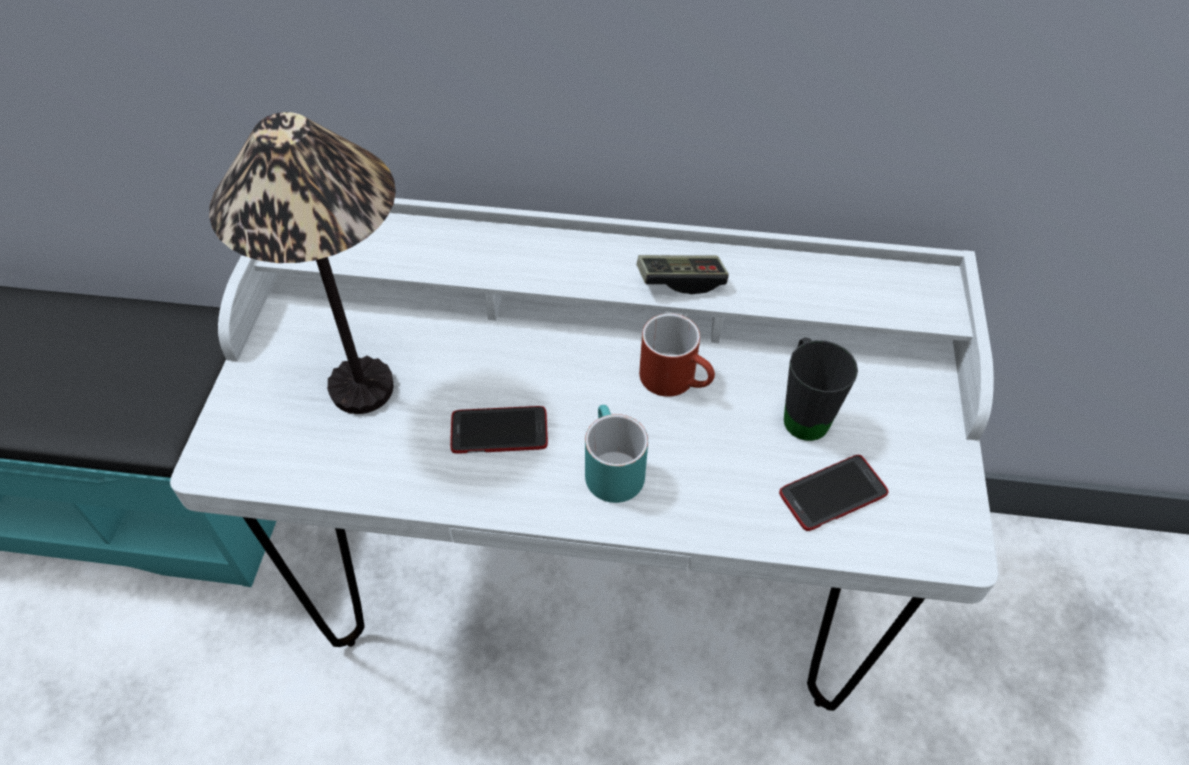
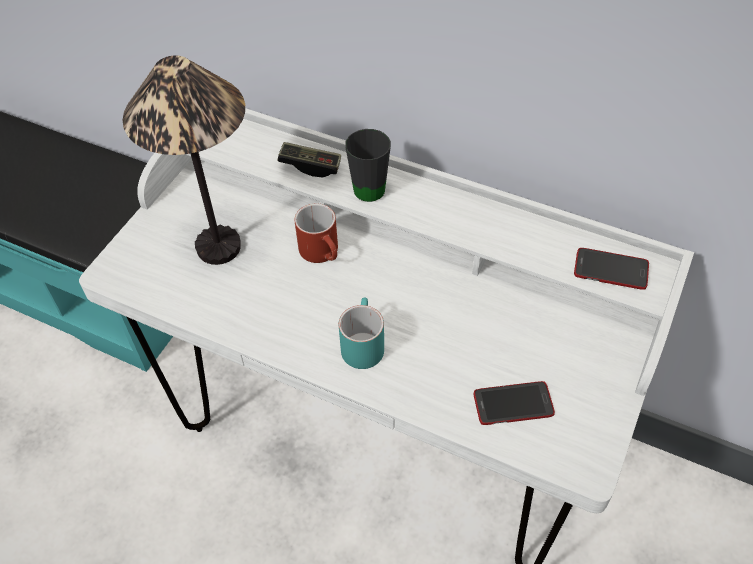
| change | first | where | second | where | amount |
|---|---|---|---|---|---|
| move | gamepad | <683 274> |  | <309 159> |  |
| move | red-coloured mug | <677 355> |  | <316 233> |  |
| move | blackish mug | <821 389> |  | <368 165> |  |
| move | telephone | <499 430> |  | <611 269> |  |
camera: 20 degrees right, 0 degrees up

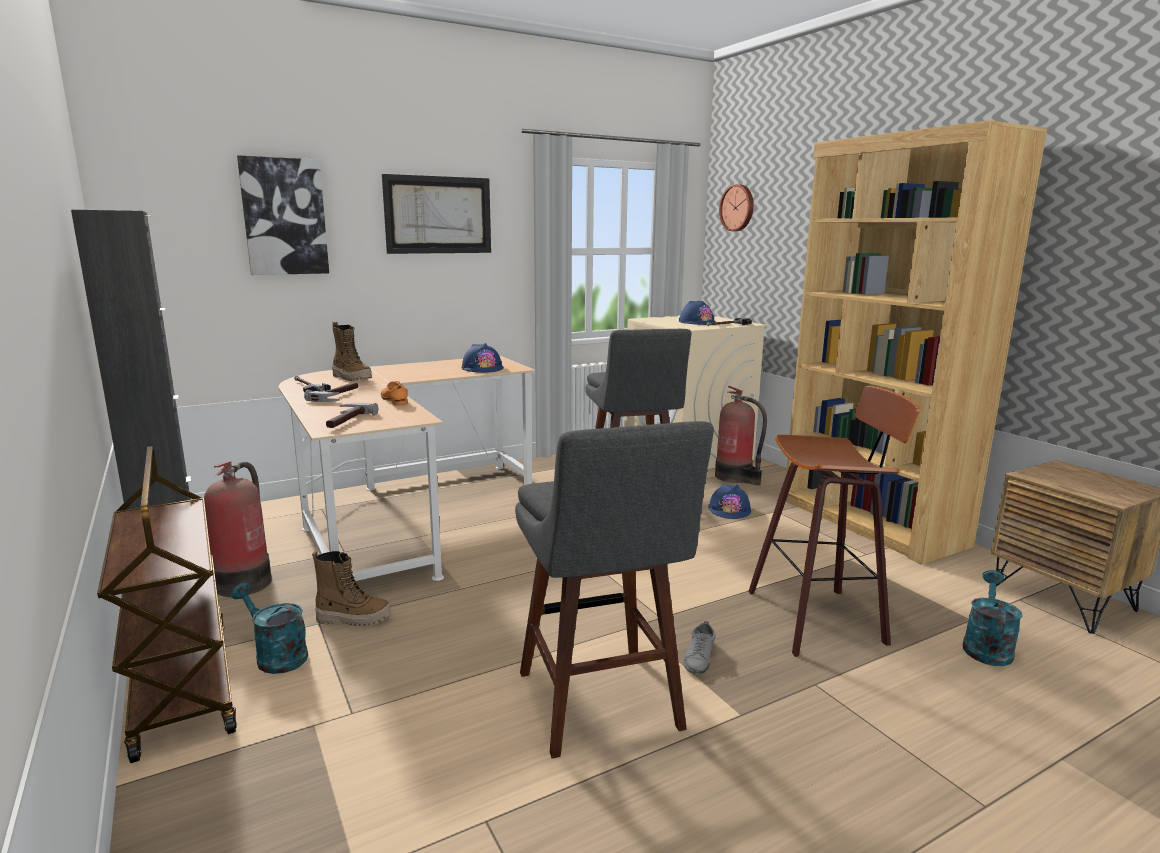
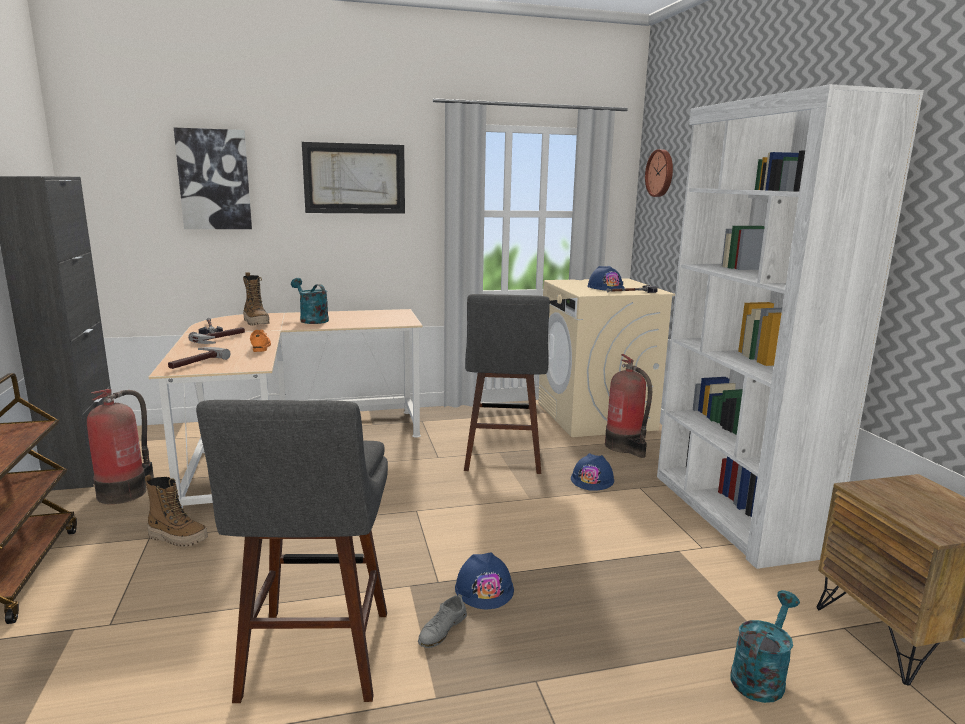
| change | first | where | second | where | amount |
|---|---|---|---|---|---|
| recolor | brown-coloured shelving unit | <916 342> | whitish shelving unit | <790 326> |  |
| move | bluish hard hat | <483 358> |  | <484 581> |  |
| delete | stool seat | <834 521> |  |  |  |
| move | turquoise sprinkling can | <269 628> |  | <310 301> |  |
camera: 15 degrees right, 0 degrees up

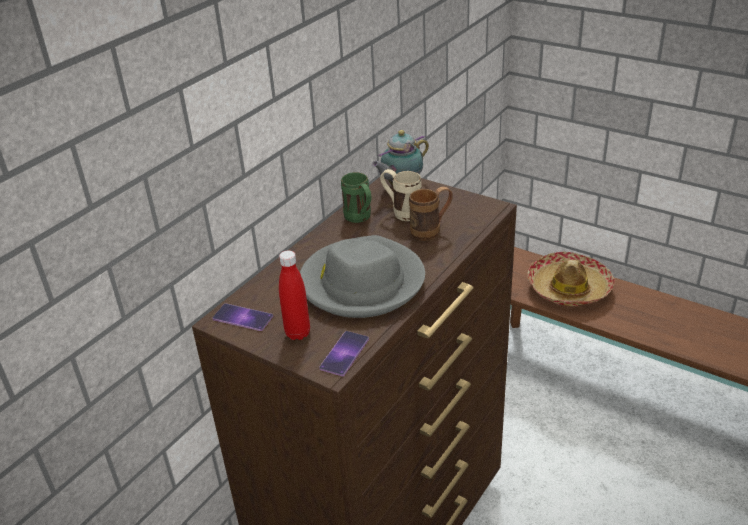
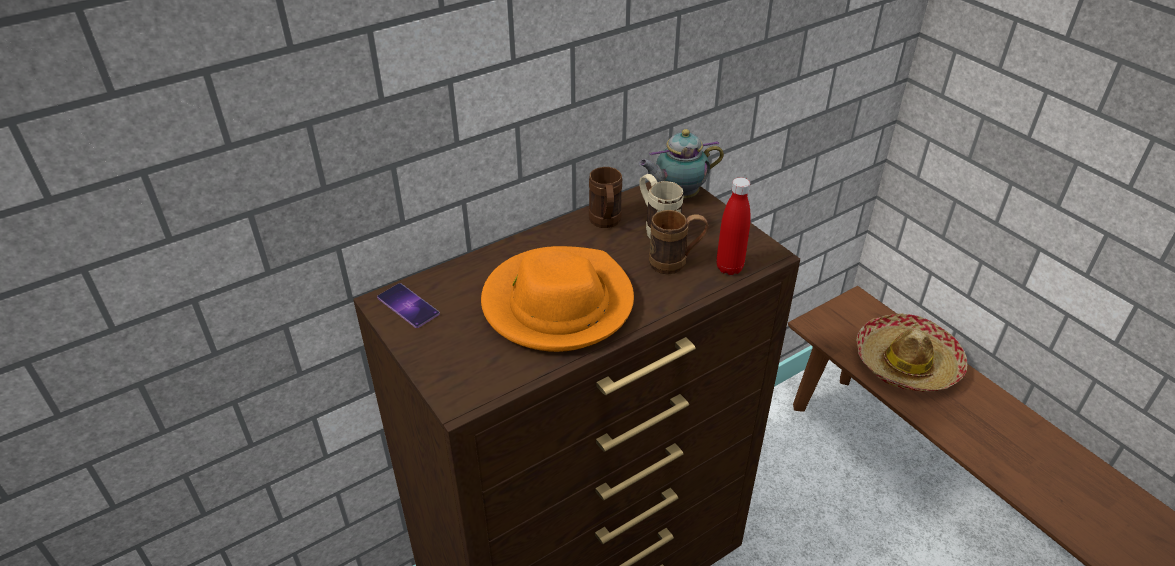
| change | first | where | second | where | amount |
|---|---|---|---|---|---|
| recolor | green mug | <356 197> | brown-coloured mug | <605 197> |  |
| recolor | greyish hat | <362 276> | orange hat | <557 299> |  |
| move | red-coloured beverage bottle | <294 295> |  | <733 226> |  |
| delete | telephone | <344 353> |  |  |  |
camera: 20 degrees right, 5 degrees up

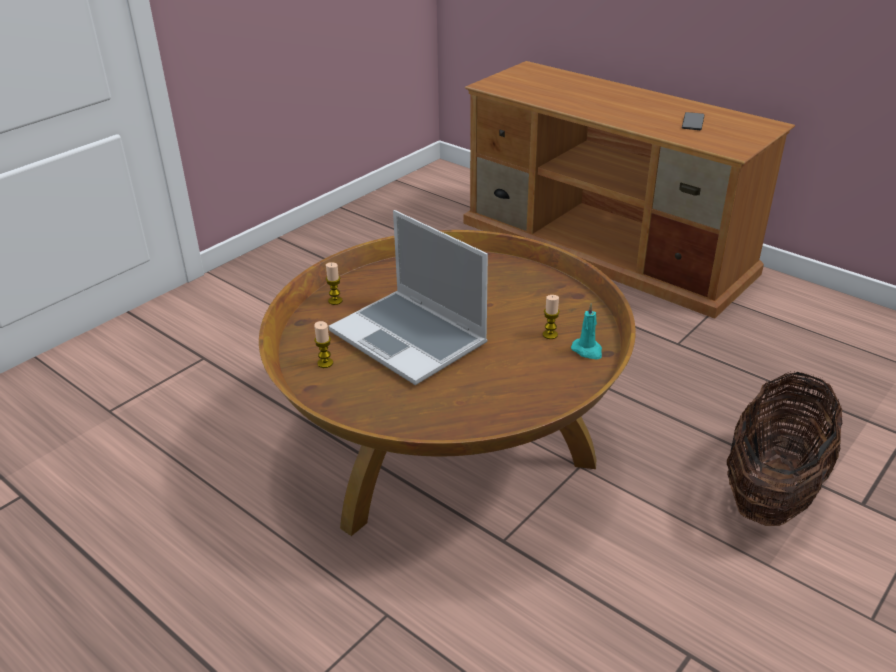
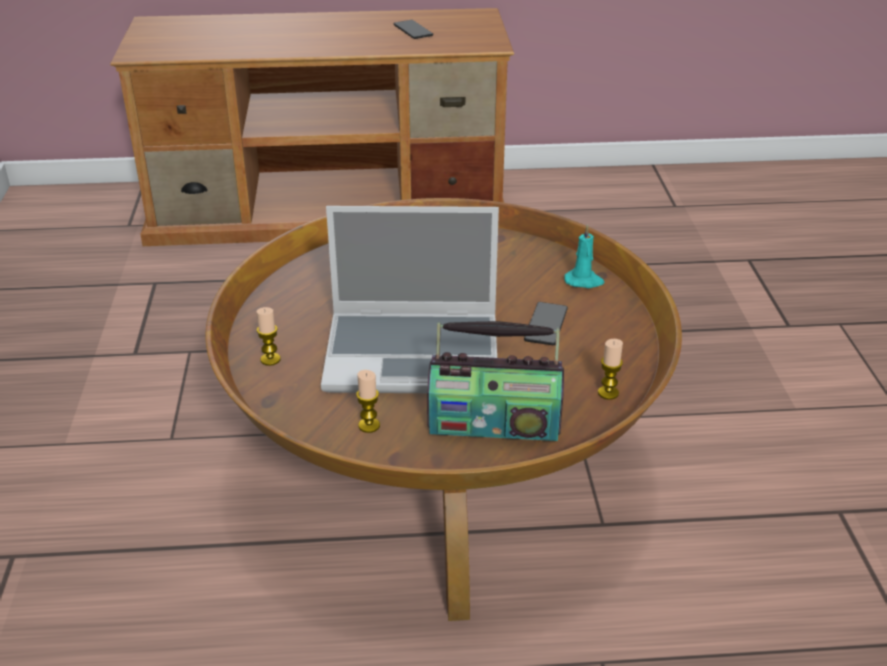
| change | first | where | second | where | amount |
|---|---|---|---|---|---|
| move | candle | <551 317> |  | <610 369> |  |
| delete | basket | <785 449> |  |  |  |
| insert |  |  | telephone | <546 323> |  |
| insert |  |  | radio | <495 381> |  |
camera: 45 degrees left, 0 degrees up

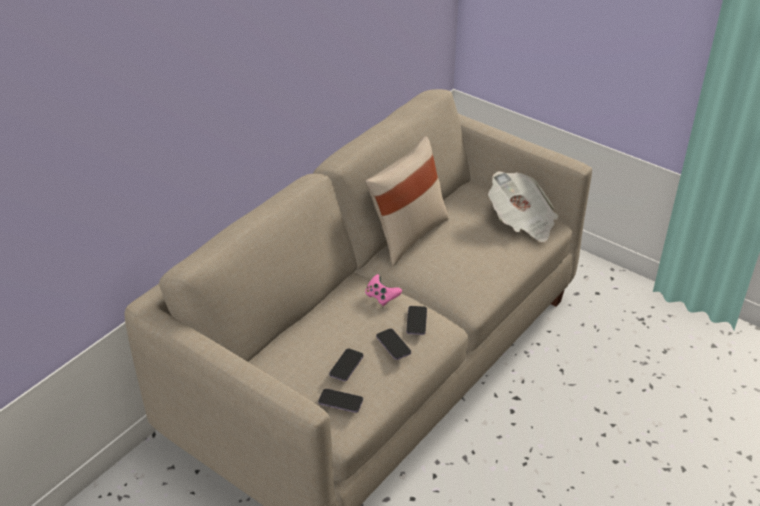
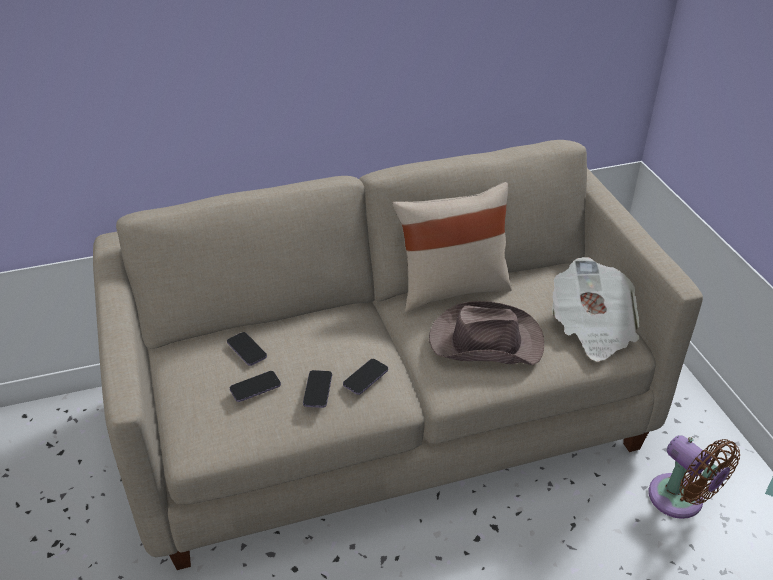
| change | first | where | second | where | amount |
|---|---|---|---|---|---|
| delete | pinkish gamepad | <383 290> |  |  |  |
| move | telephone | <340 401> |  | <247 349> |  |
| insert |  |  | brown-coloured hat | <486 333> |  |
| insert |  |  | brown-coloured fan | <694 477> |  |
camera: 35 degrees right, 0 degrees up

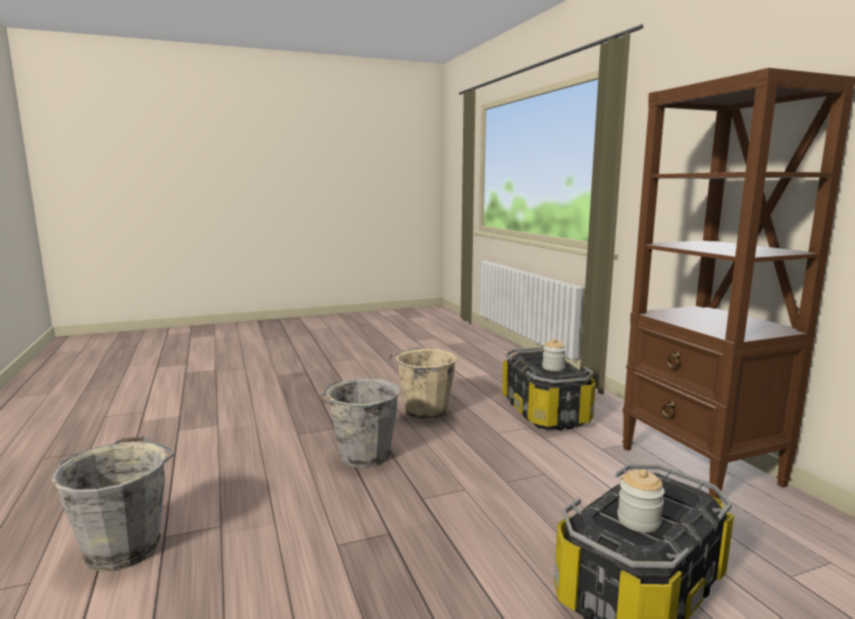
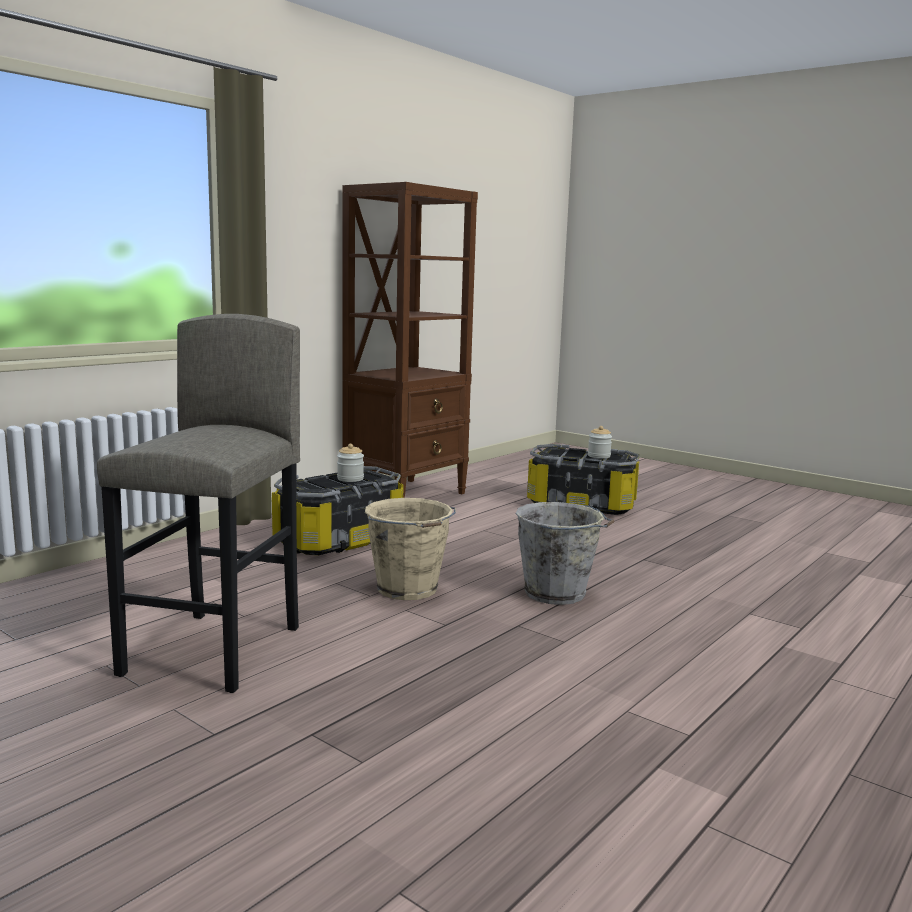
| change | first | where | second | where | amount |
|---|---|---|---|---|---|
| delete | greyish water bucket | <112 504> |  |  |  |
| insert |  |  | greyish stool seat | <198 503> |  |
camera: 120 degrees left, 0 degrees up

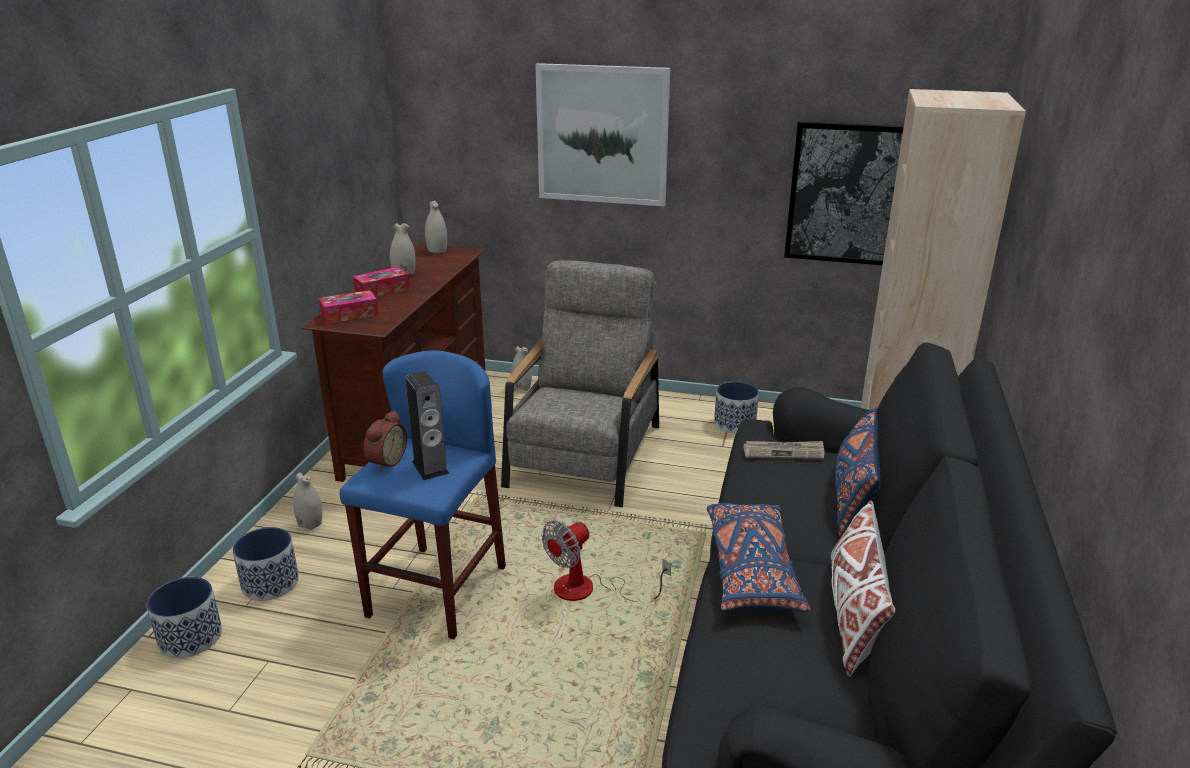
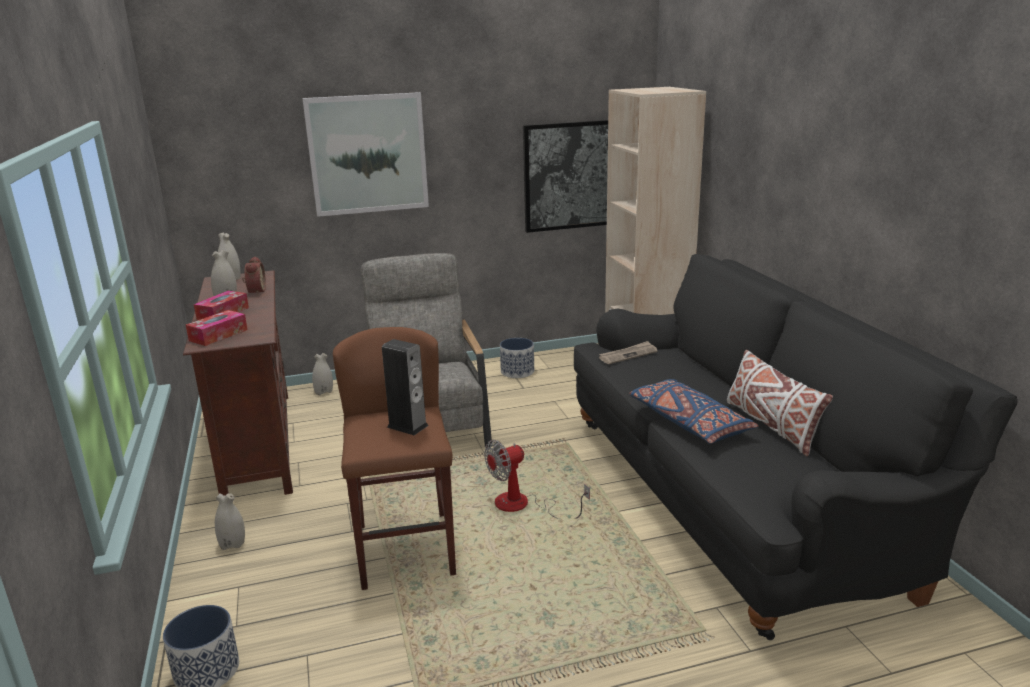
| change | first | where | second | where | amount |
|---|---|---|---|---|---|
| recolor | bluish stool seat | <423 494> | brown-coloured stool seat | <394 458> |  |
| delete | bluish throw pillow | <857 471> |  |  |  |
| move | table clock | <385 441> |  | <254 276> |  |
| rotate | fan | <606 561> |  | <537 479> | 45 degrees clockwise |
| delete | planter | <266 564> |  |  |  |
camera: 30 degrees left, 5 degrees down

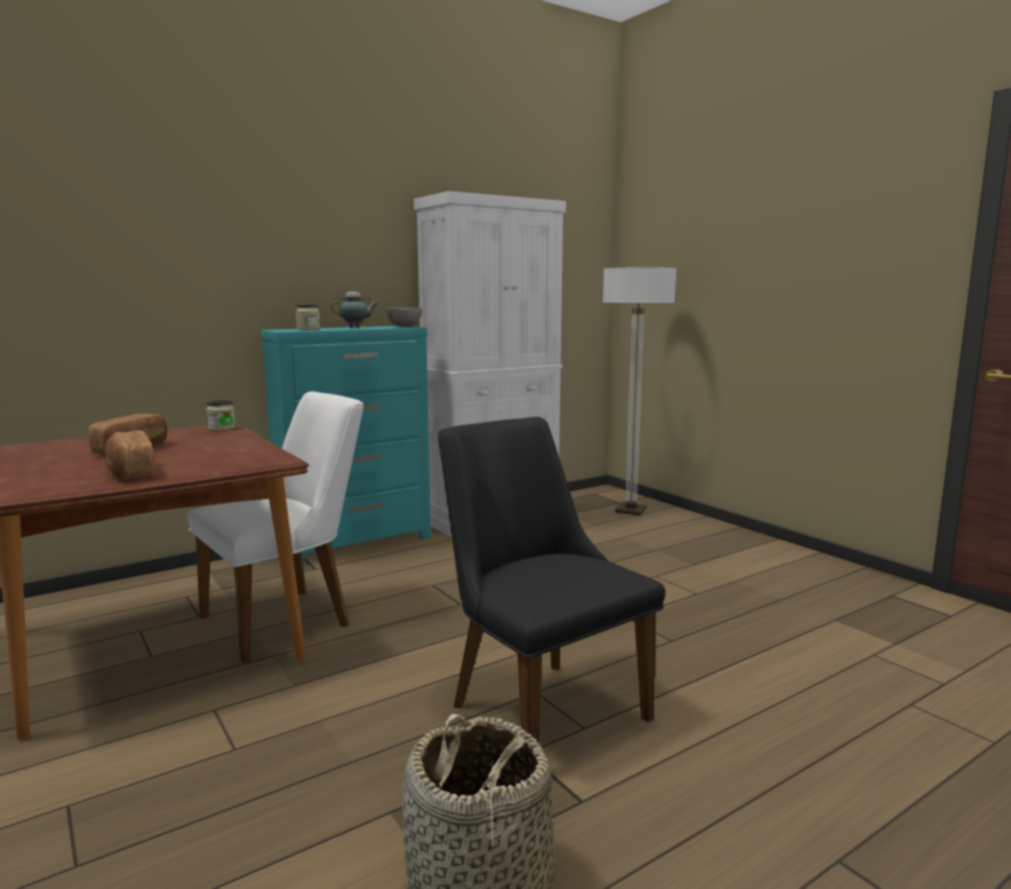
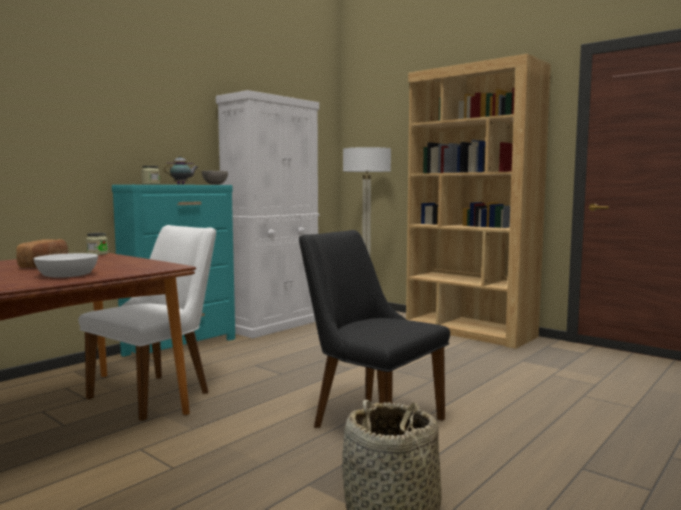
| change | first | where | second | where | amount |
|---|---|---|---|---|---|
| replace | bakery bread | <129 455> | whitish deep dish | <65 265> |  |
| insert |  |  | brown-coloured shelving unit | <478 201> |  |
camera: 15 degrees left, 5 degrees down

